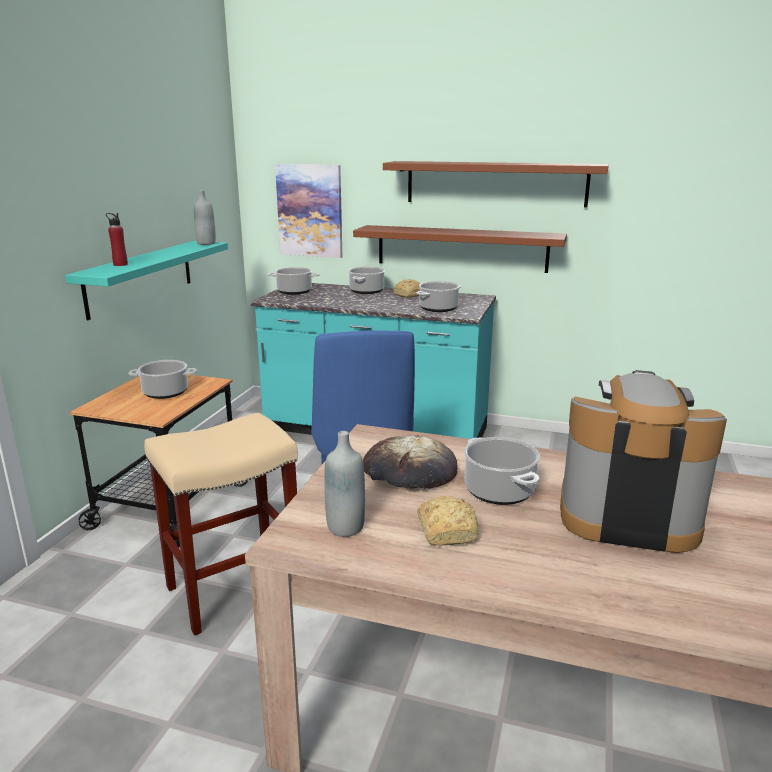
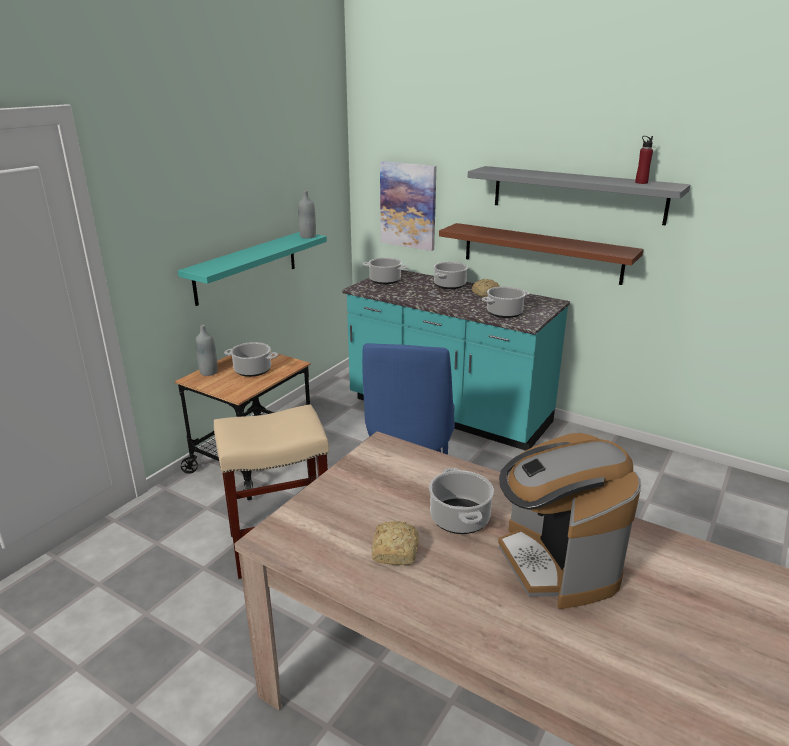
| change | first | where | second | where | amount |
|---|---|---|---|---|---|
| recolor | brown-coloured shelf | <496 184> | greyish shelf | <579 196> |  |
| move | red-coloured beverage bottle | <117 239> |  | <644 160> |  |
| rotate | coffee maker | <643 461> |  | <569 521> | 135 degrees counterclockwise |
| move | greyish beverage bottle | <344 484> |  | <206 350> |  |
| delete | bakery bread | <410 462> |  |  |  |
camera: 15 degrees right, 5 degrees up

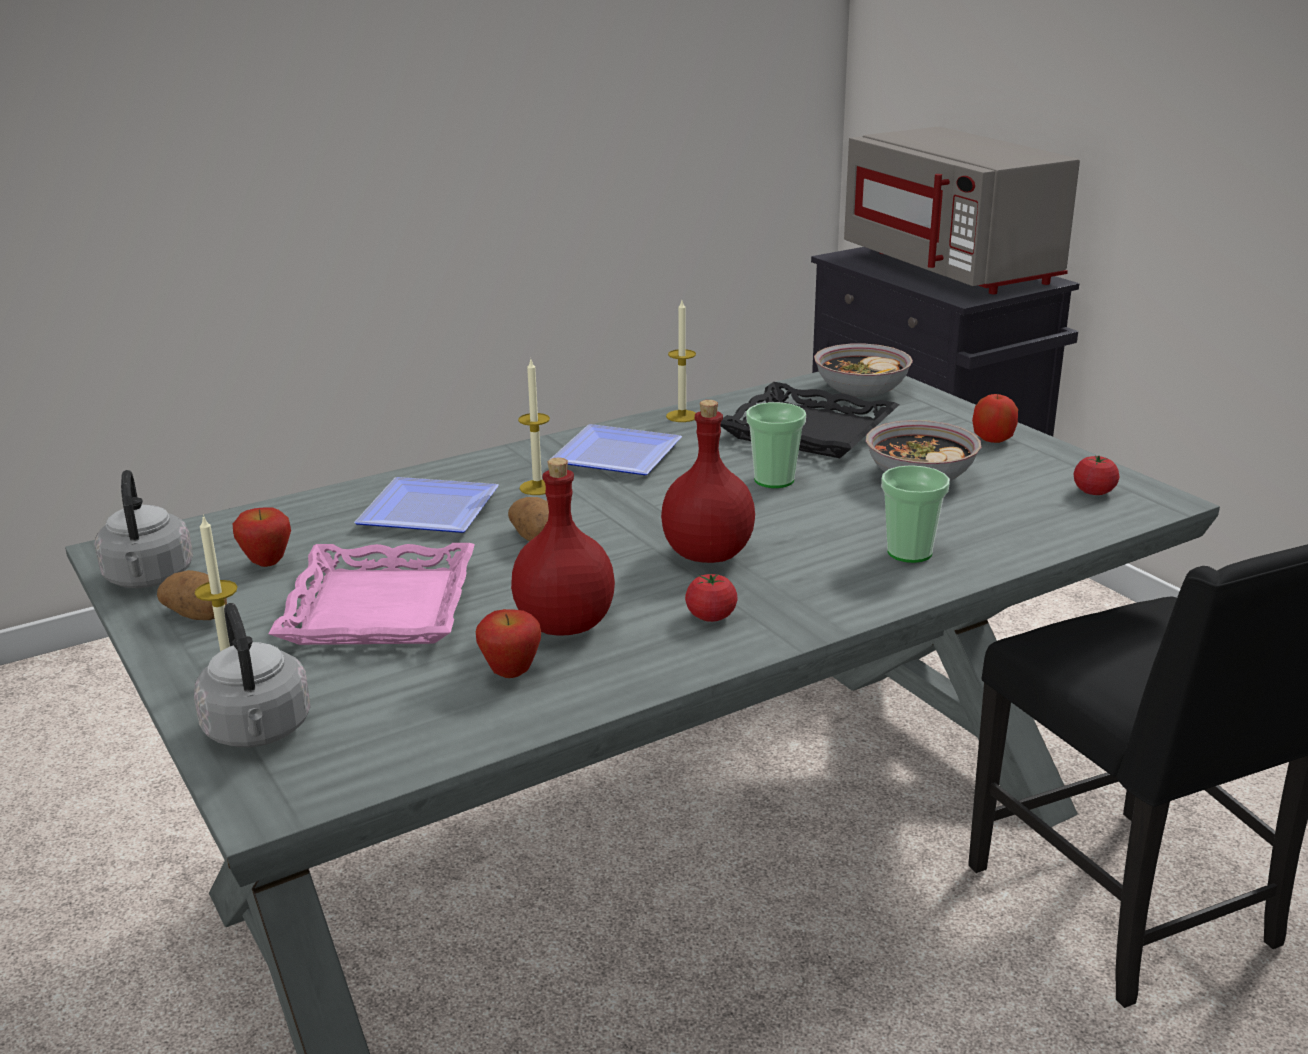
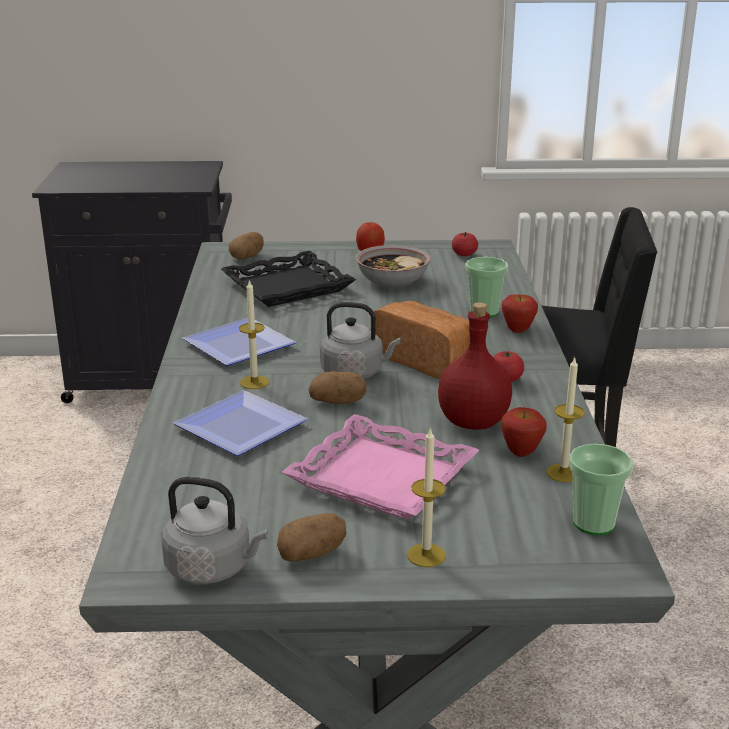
| change | first | where | second | where | amount |
|---|---|---|---|---|---|
| delete | greyish microwave | <962 210> |  |  |  |
| move | candle | <681 361> |  | <565 419> |  |
| replace | deep dish | <863 370> | whole potato | <246 245> |  |
| replace | red-coloured beverage bottle | <708 481> | bakery bread | <422 340> |  |
| move | small cup | <776 445> |  | <601 489> |  |
| move | whole apple | <261 537> |  | <520 314> |  |
| move | greyish tea kettle | <252 675> |  | <360 340> |  |
camera: 60 degrees left, 0 degrees up

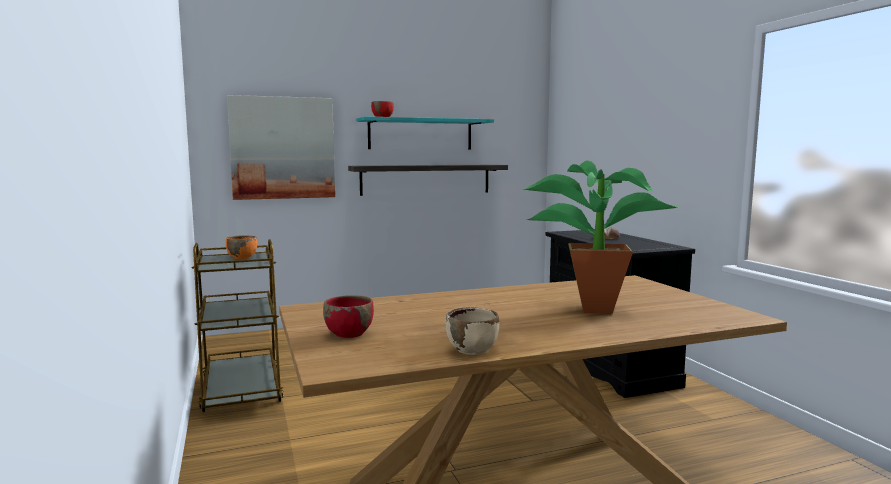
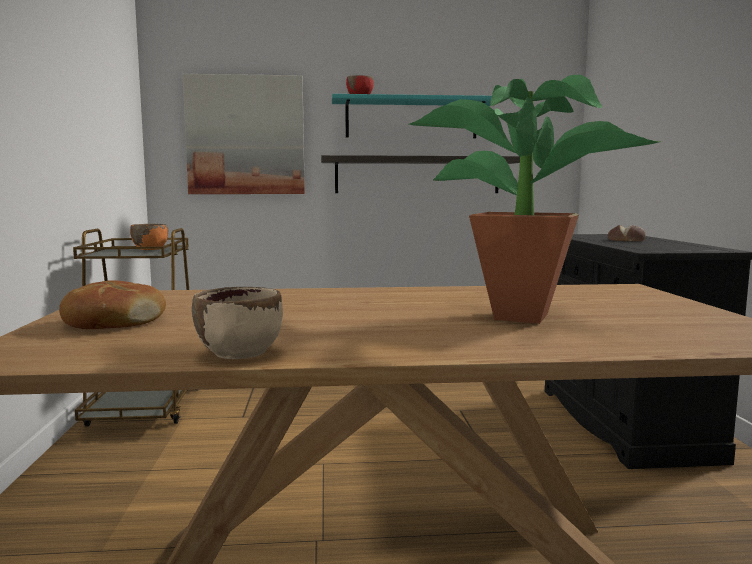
| change | first | where | second | where | amount |
|---|---|---|---|---|---|
| replace | red-coloured deep dish | <348 316> | bakery bread | <112 304> |  |
camera: 15 degrees right, 0 degrees up

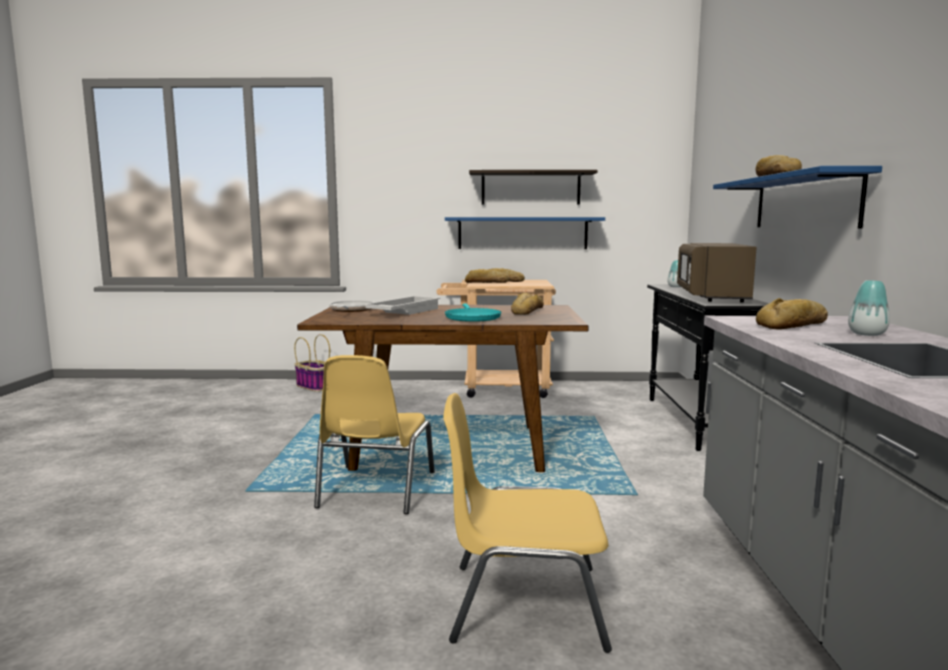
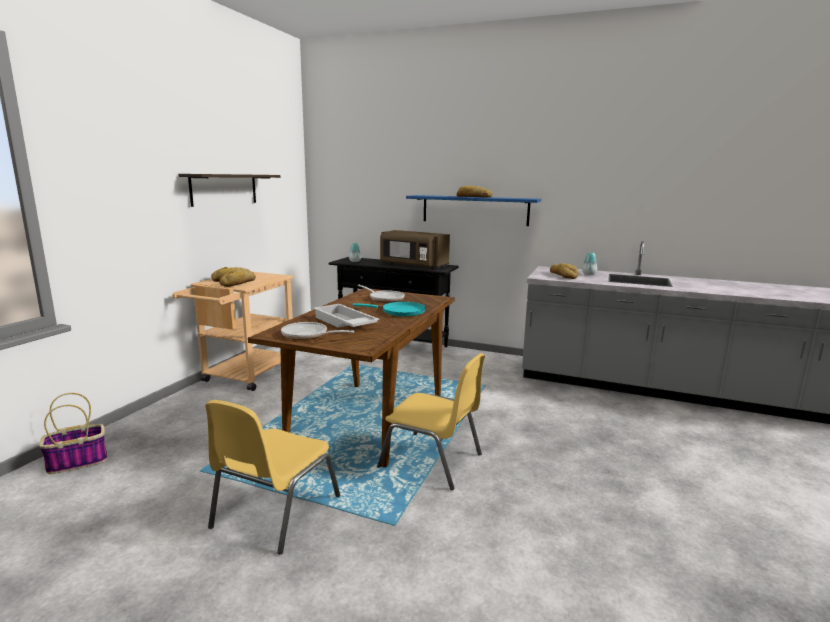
| change | first | where | second | where | amount |
|---|---|---|---|---|---|
| delete | bluish shelf | <525 233> |  |  |  |
| replace | bakery bread | <527 304> | pan | <381 294> |  |
| move | yellow chair | <527 523> |  | <272 477> |  |
camera: 70 degrees left, 5 degrees up

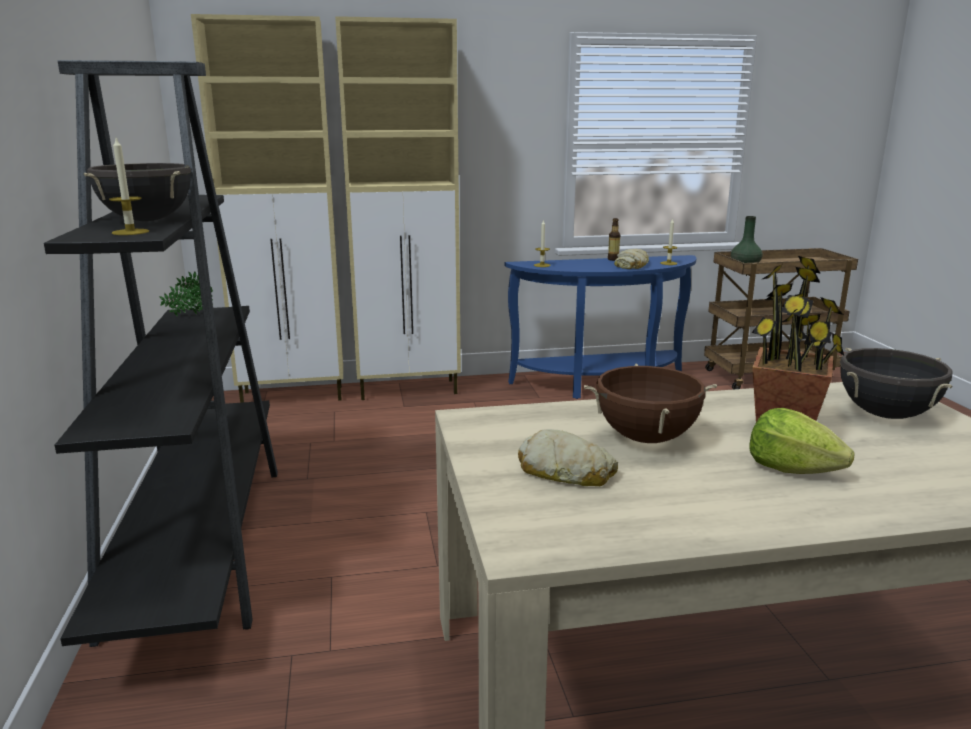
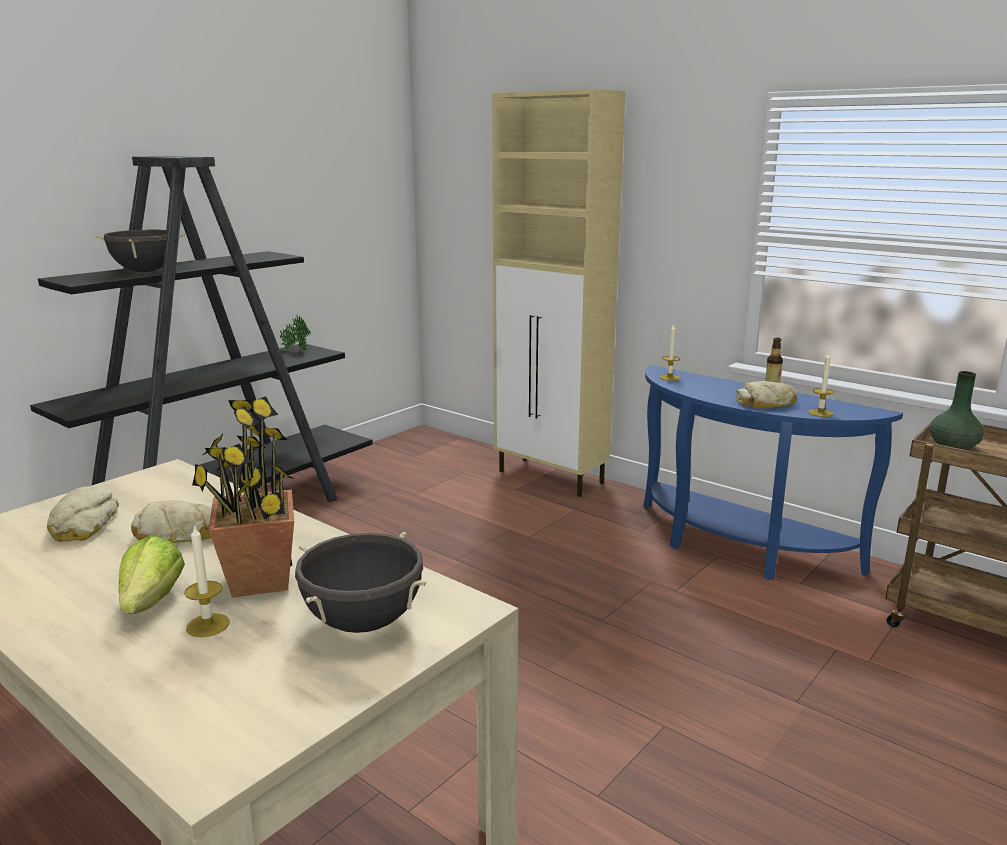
| change | first | where | second | where | amount |
|---|---|---|---|---|---|
| delete | beige-coloured cabinet | <267 208> |  |  |  |
| move | candle | <129 186> |  | <207 580> |  |
| replace | brown-coloured cooking pot | <650 403> | bakery bread | <171 521> |  |
camera: 50 degrees right, 0 degrees up

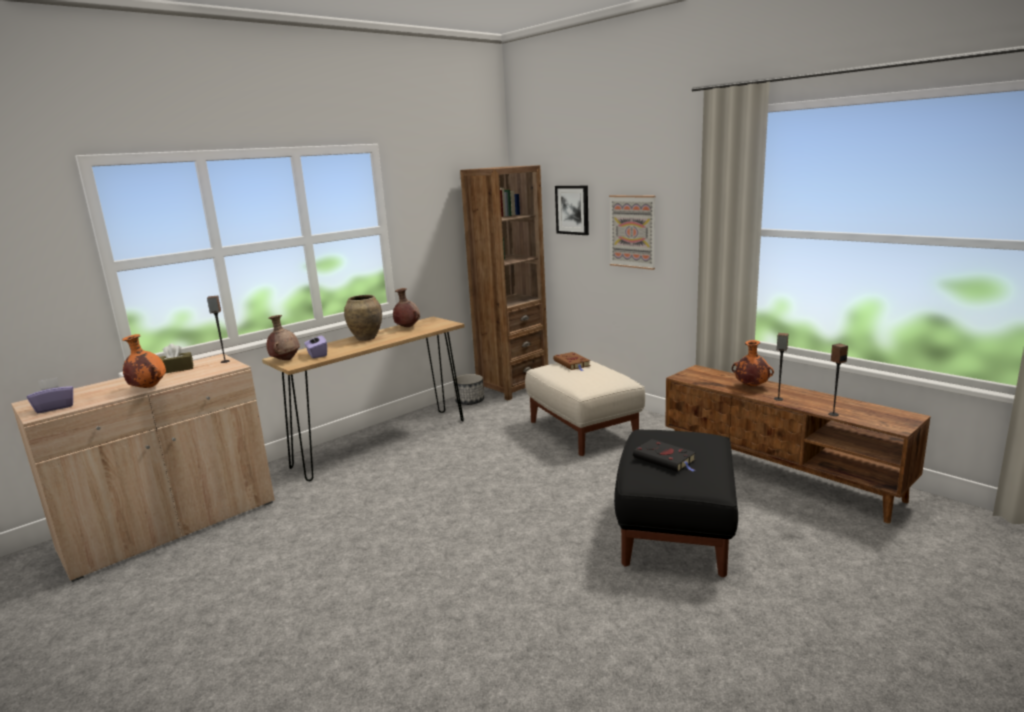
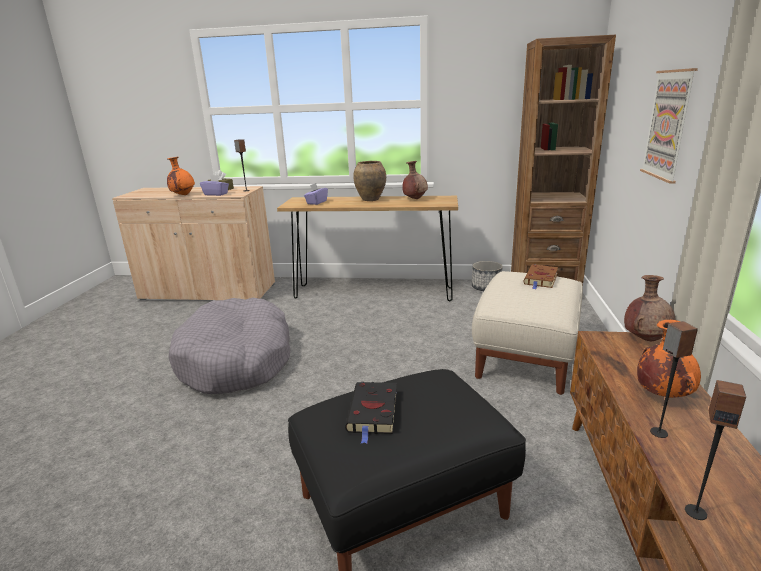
| change | first | where | second | where | amount |
|---|---|---|---|---|---|
| delete | wall art | <572 210> |  |  |  |
| move | brown-coloured flower vase | <283 337> |  | <650 308> |  |
| move | purple-coloured tissue holder | <50 395> |  | <214 185> |  |
| insert |  |  | greyish pet bed | <229 346> |  |
camera: 50 degrees right, 5 degrees up

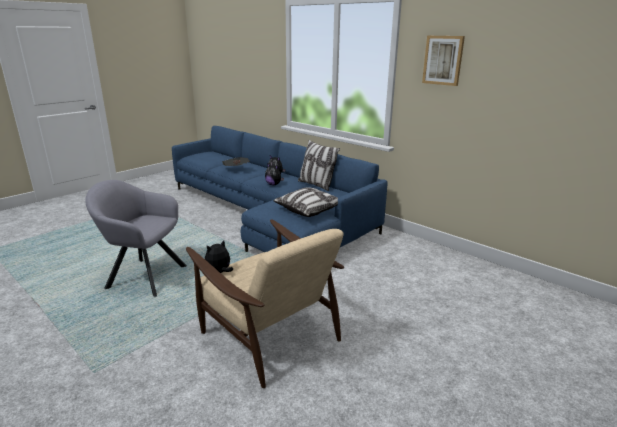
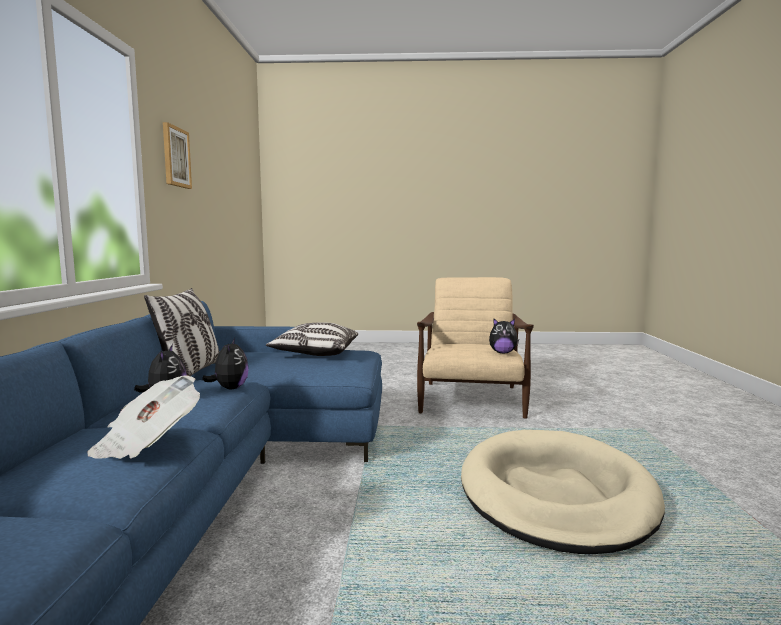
| change | first | where | second | where | amount |
|---|---|---|---|---|---|
| replace | greyish armchair | <136 238> | beige-coloured pet bed | <563 492> |  |
camera: 130 degrees left, 15 degrees down

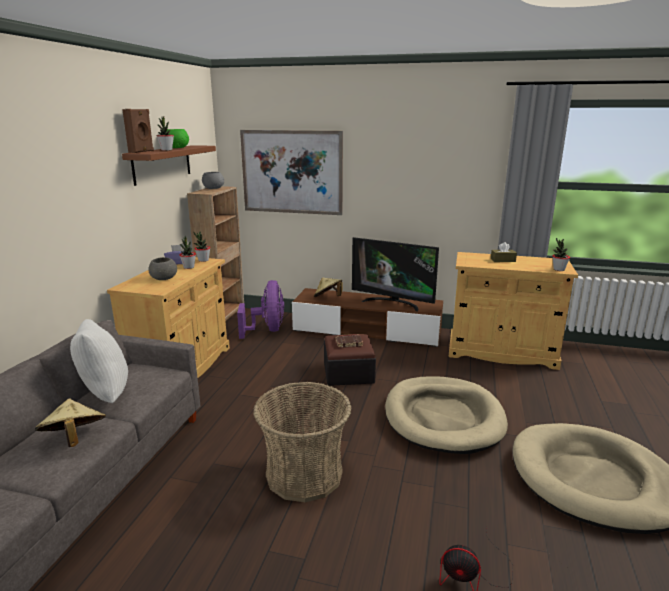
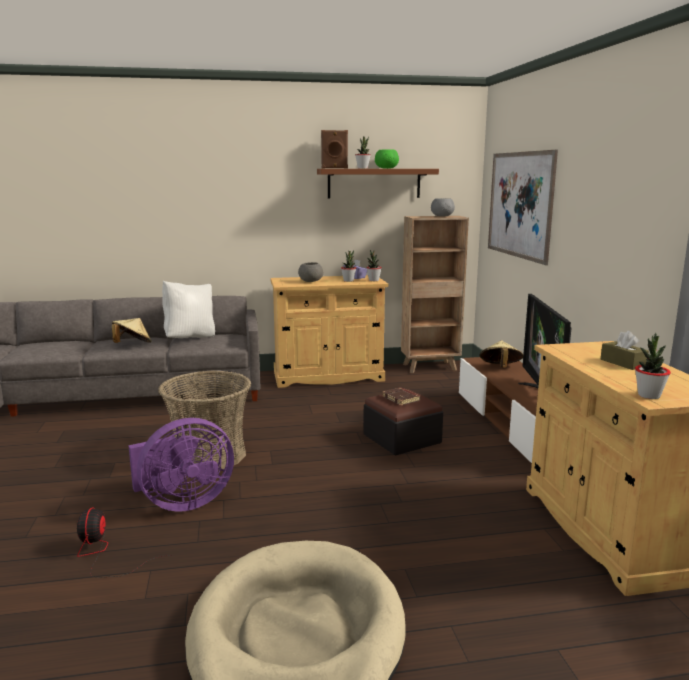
| change | first | where | second | where | amount |
|---|---|---|---|---|---|
| move | purple-coloured fan | <260 309> |  | <181 465> |  |
| delete | beige-coloured pet bed | <446 415> |  |  |  |
camera: 65 degrees right, 5 degrees down

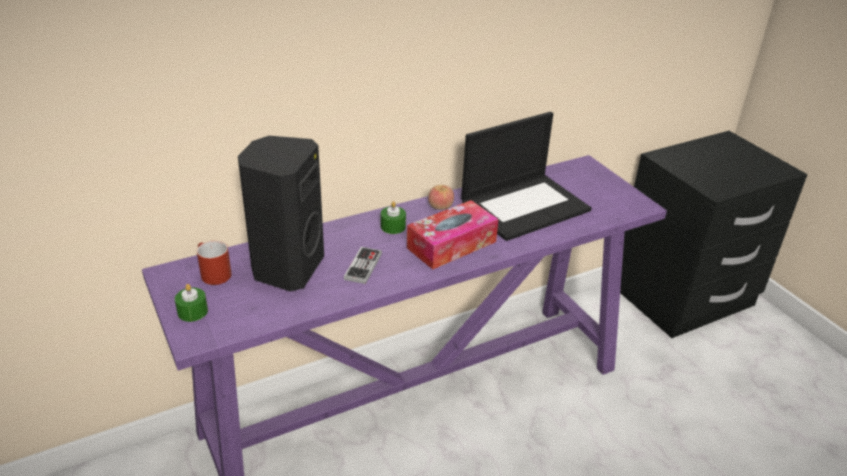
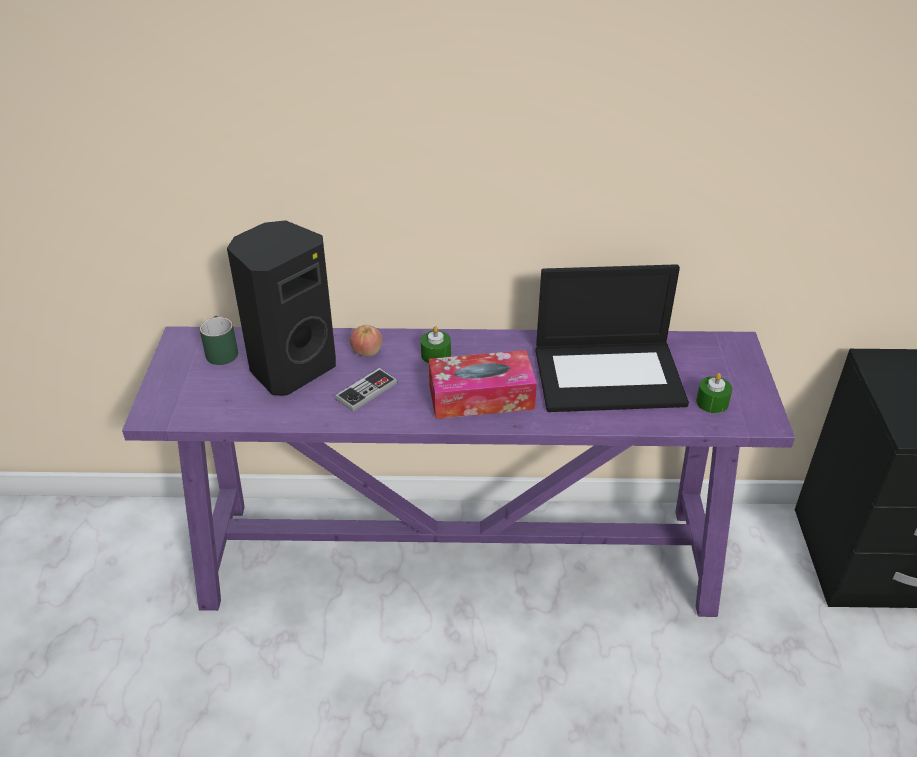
| change | first | where | second | where | amount |
|---|---|---|---|---|---|
| move | whole apple | <441 197> |  | <366 340> |  |
| recolor | red-coloured mug | <214 263> | green mug | <219 340> |  |
| move | green candle | <191 303> |  | <714 393> |  |
camera: 30 degrees right, 5 degrees up

